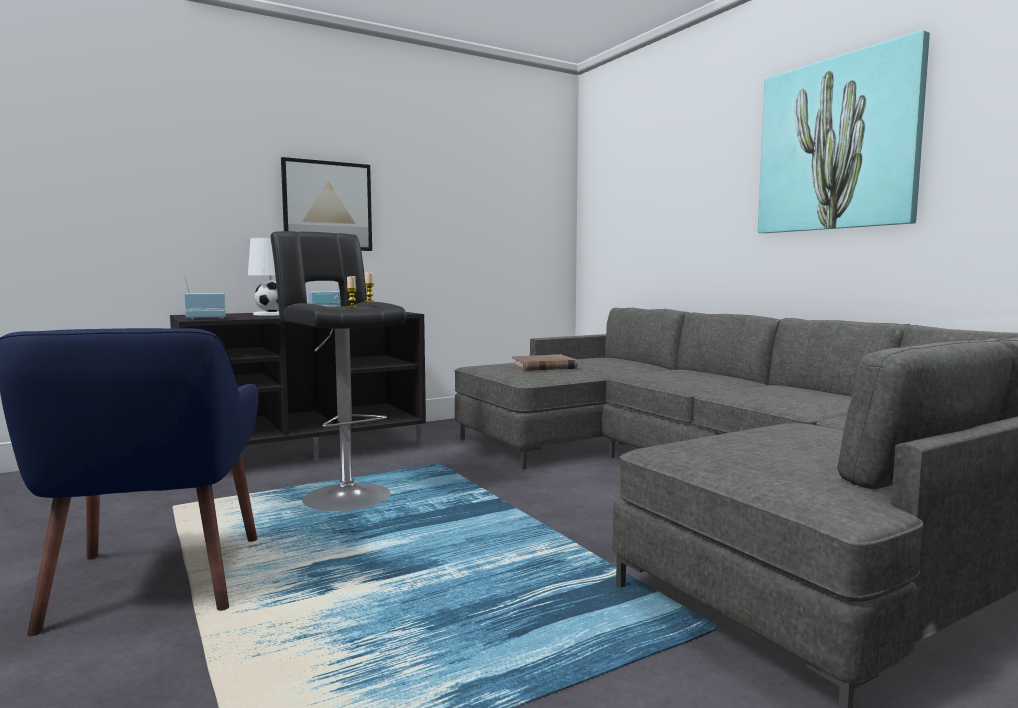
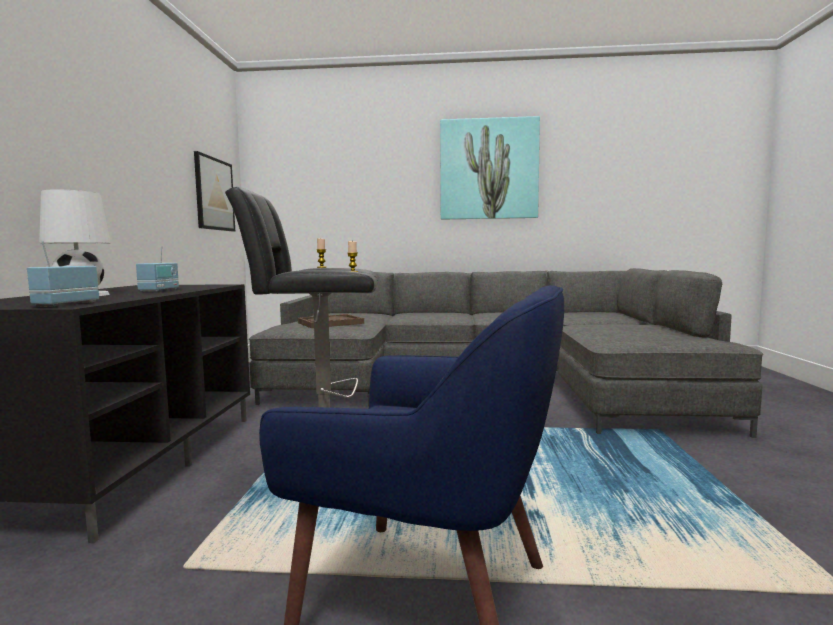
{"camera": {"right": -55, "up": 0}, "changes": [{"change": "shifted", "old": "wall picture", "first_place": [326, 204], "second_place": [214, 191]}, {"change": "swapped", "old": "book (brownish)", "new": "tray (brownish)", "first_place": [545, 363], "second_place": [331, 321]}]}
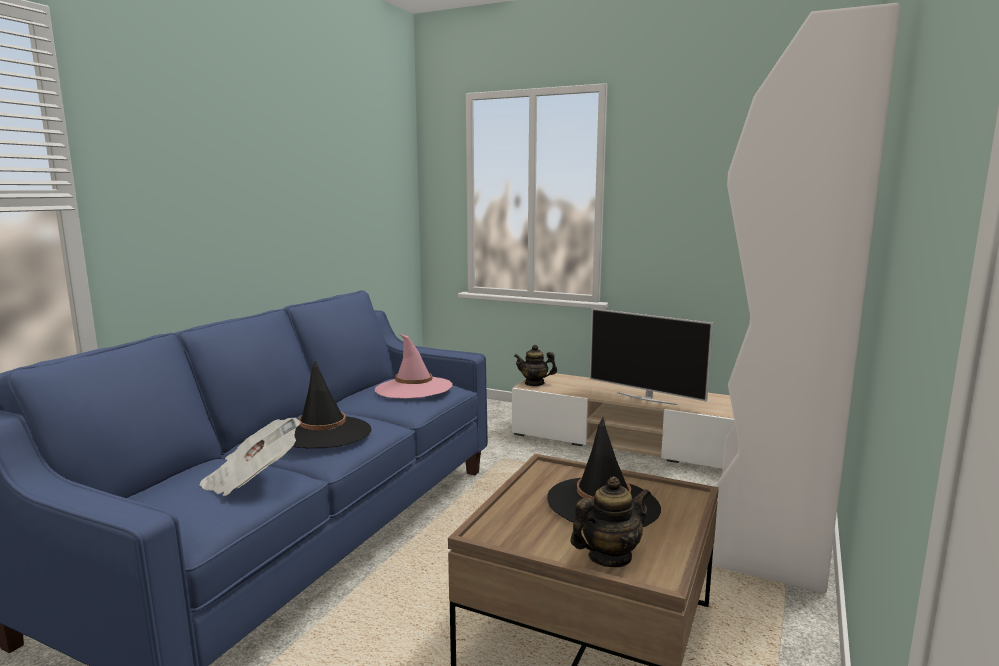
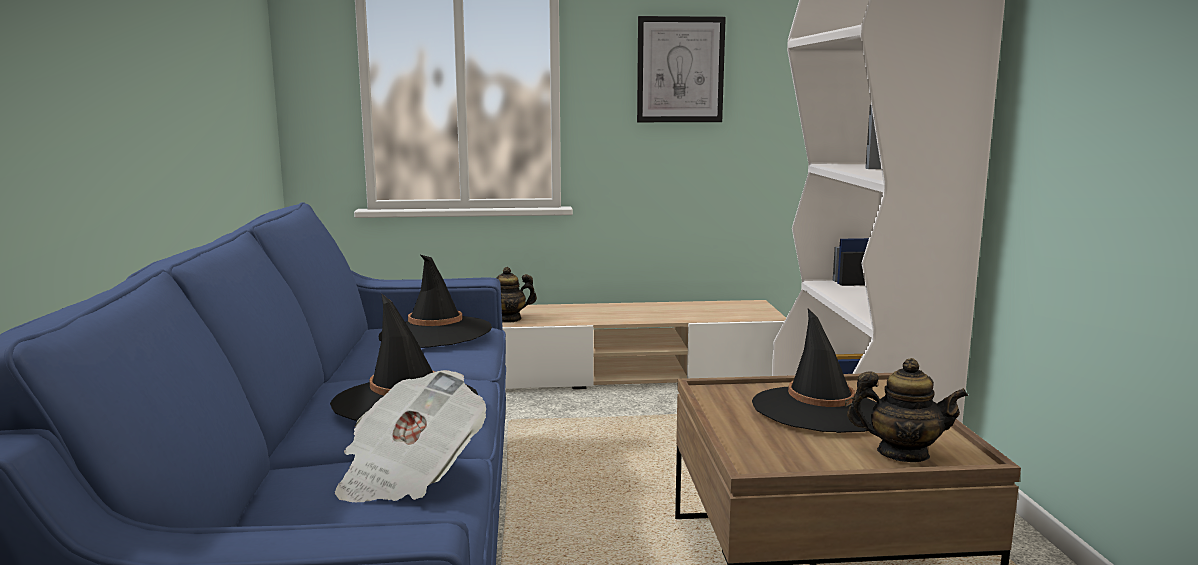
{"camera": {"right": -30, "up": 0}, "changes": [{"change": "gone", "old": "TV set", "first_place": [651, 356]}, {"change": "new", "new": "wall picture", "second_place": [681, 69]}, {"change": "repainted", "old": "clothing hat (pink)", "new": "clothing hat (black-coloured)", "first_place": [414, 366], "second_place": [435, 301]}, {"change": "rotated", "old": "tea pot", "first_place": [611, 521], "second_place": [907, 410], "degrees": 75}]}
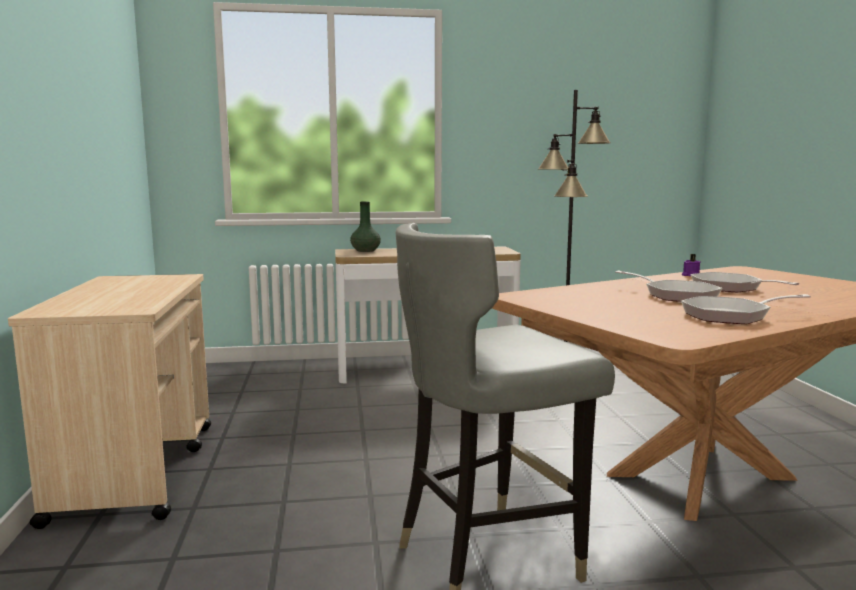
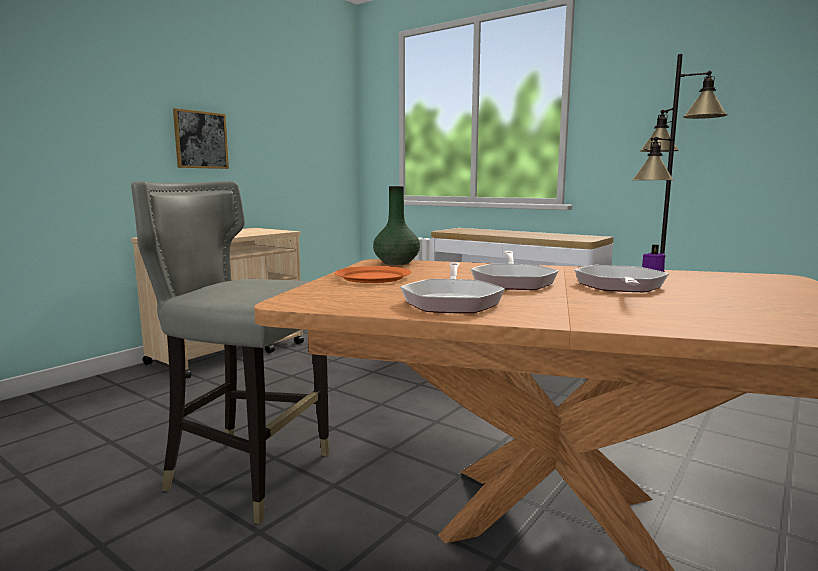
{"camera": {"right": 45, "up": 0}, "changes": [{"change": "new", "new": "wall picture", "second_place": [201, 138]}, {"change": "new", "new": "dinner plate (orange)", "second_place": [373, 274]}, {"change": "shifted", "old": "flower vase (green-coloured)", "first_place": [365, 226], "second_place": [396, 225]}, {"change": "rotated", "old": "pan", "first_place": [746, 309], "second_place": [452, 287], "degrees": -120}]}
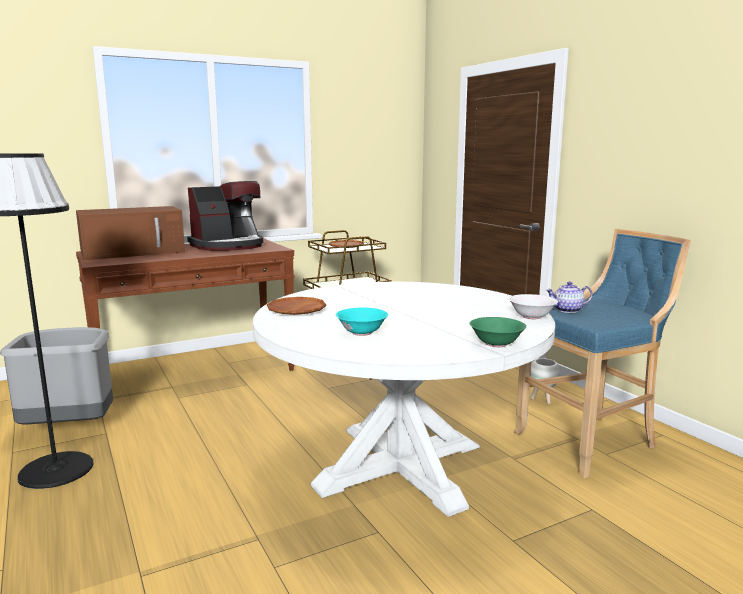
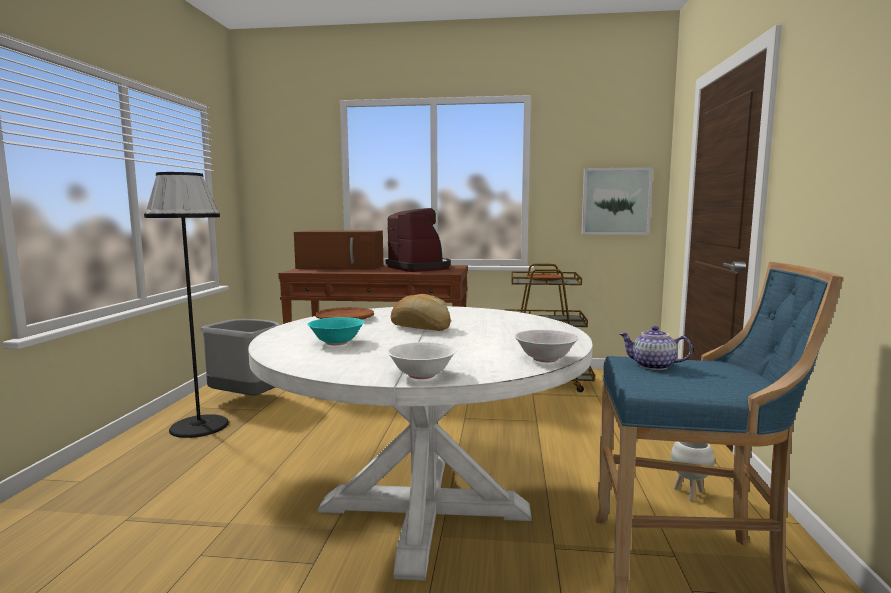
{"camera": {"right": 35, "up": -5}, "changes": [{"change": "new", "new": "bread", "second_place": [421, 312]}, {"change": "new", "new": "wall picture", "second_place": [617, 201]}, {"change": "repainted", "old": "bowl (green-coloured)", "new": "bowl (white-coloured)", "first_place": [497, 332], "second_place": [422, 360]}, {"change": "rotated", "old": "coffee maker", "first_place": [225, 216], "second_place": [418, 240], "degrees": -120}]}
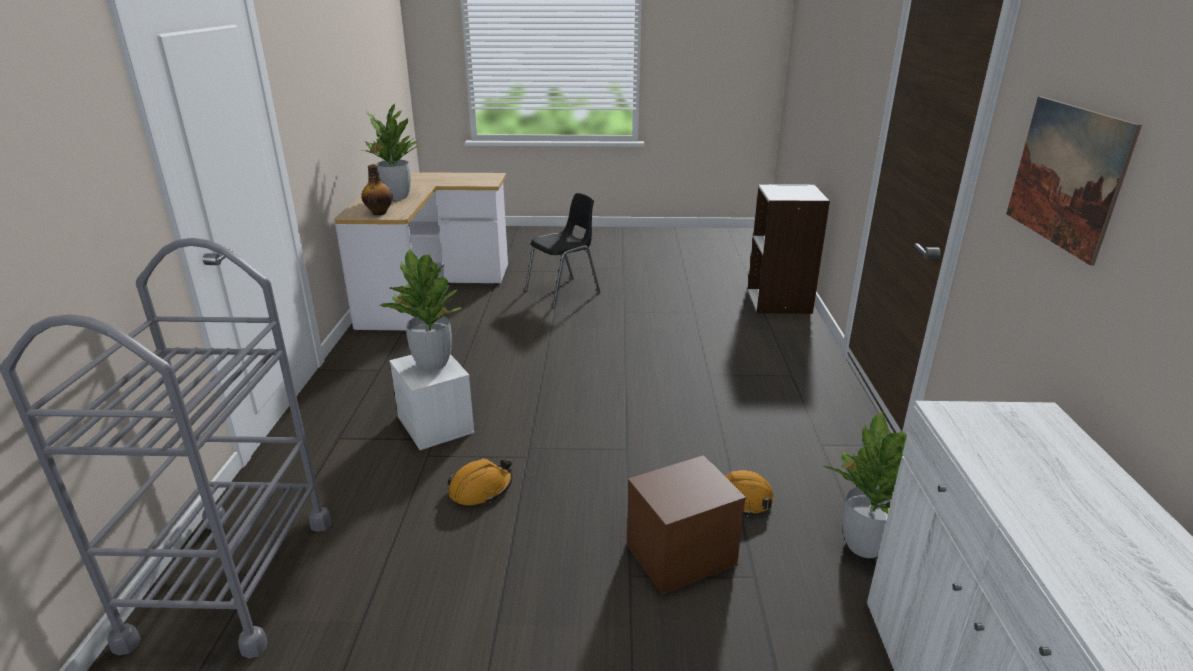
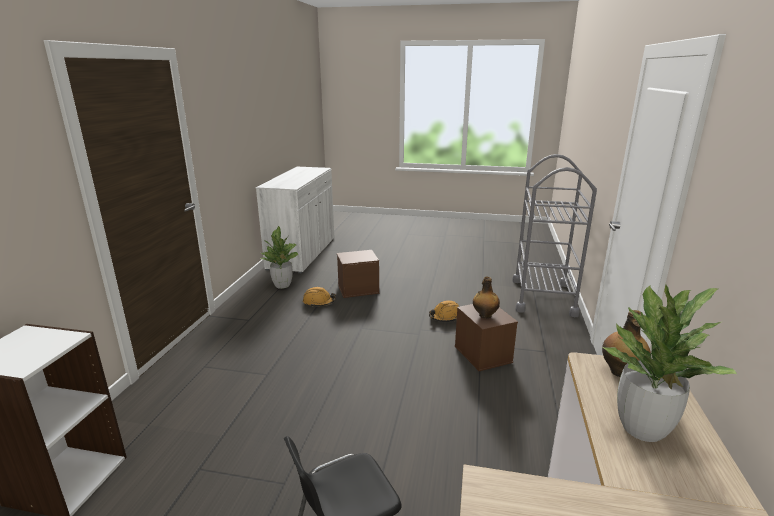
{"camera": {"right": -170, "up": -5}, "changes": [{"change": "gone", "old": "wall picture", "first_place": [1074, 180]}, {"change": "swapped", "old": "plant in a pot", "new": "beverage bottle", "first_place": [420, 310], "second_place": [486, 297]}, {"change": "repainted", "old": "storage container (white-coloured)", "new": "storage container (brownish)", "first_place": [432, 402], "second_place": [486, 337]}]}
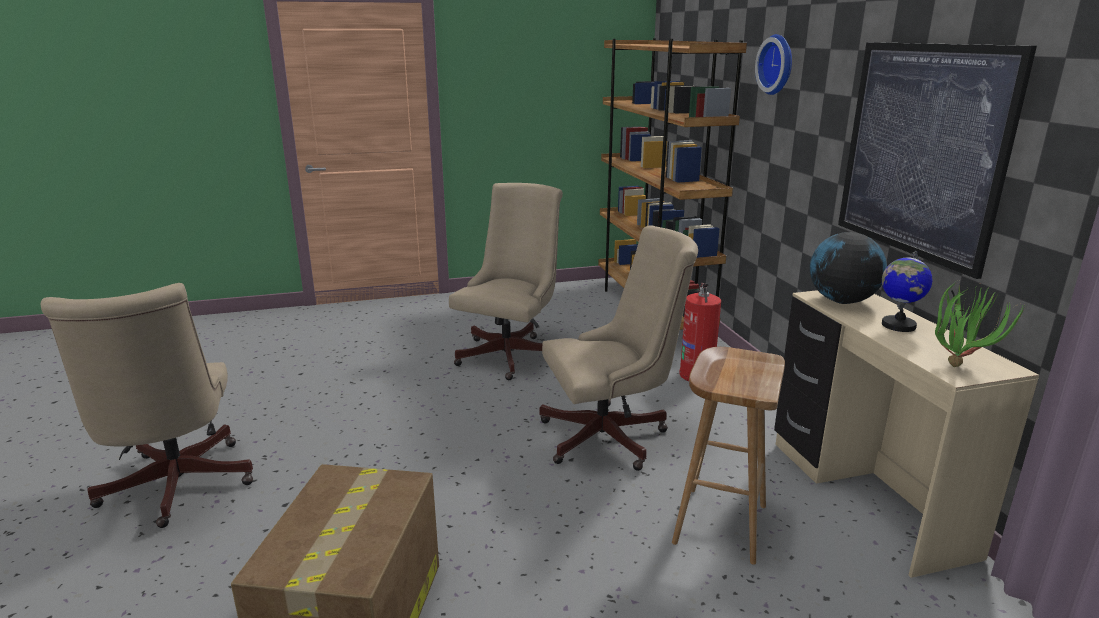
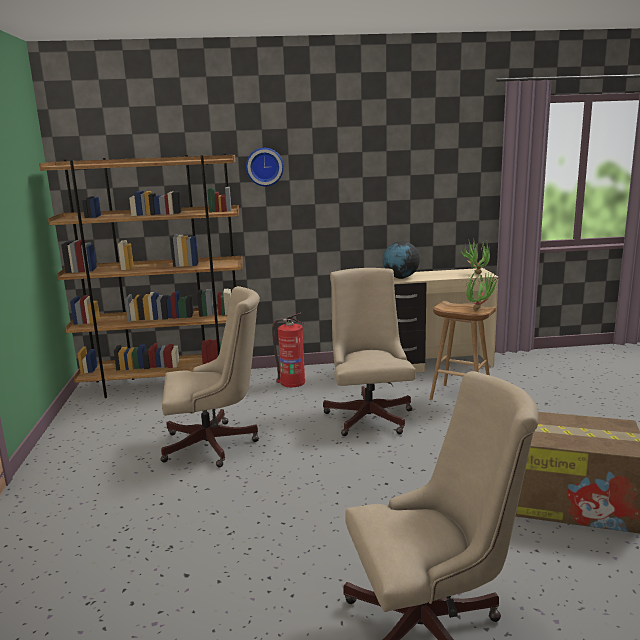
{"camera": {"right": -80, "up": -5}, "changes": [{"change": "gone", "old": "wall picture", "first_place": [937, 160]}, {"change": "gone", "old": "globe", "first_place": [907, 291]}, {"change": "new", "new": "plant in a pot", "second_place": [482, 290]}, {"change": "rotated", "old": "office chair (sand-coloured)", "first_place": [506, 281], "second_place": [210, 376], "degrees": 135}]}
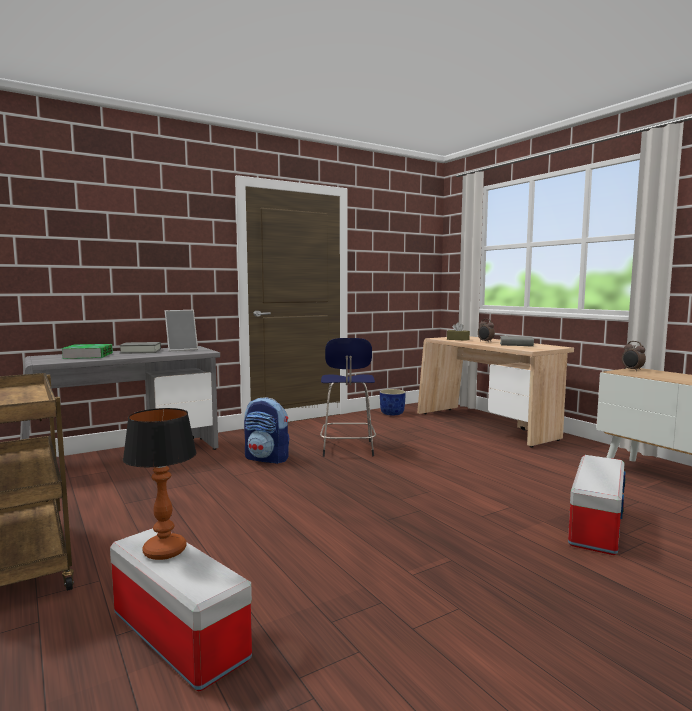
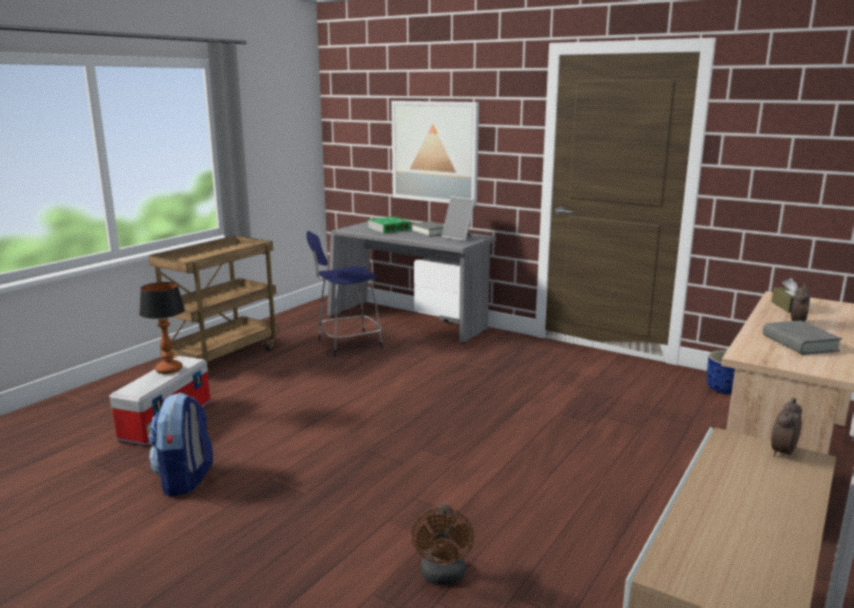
{"camera": {"right": 65, "up": 10}, "changes": [{"change": "new", "new": "wall picture", "second_place": [435, 153]}, {"change": "shifted", "old": "rucksack", "first_place": [267, 430], "second_place": [181, 445]}, {"change": "shifted", "old": "sitting stool (blue-coloured)", "first_place": [348, 397], "second_place": [345, 294]}, {"change": "swapped", "old": "storage container", "new": "electric fan (brownish)", "first_place": [597, 505], "second_place": [443, 545]}]}
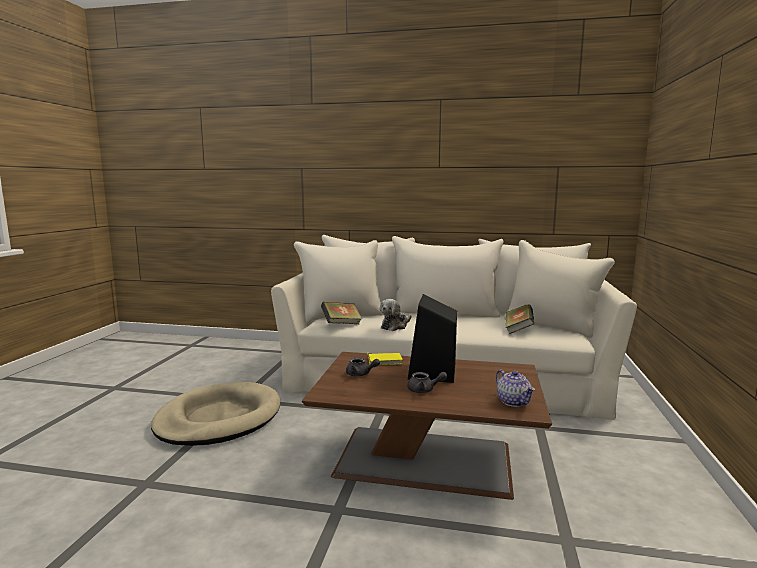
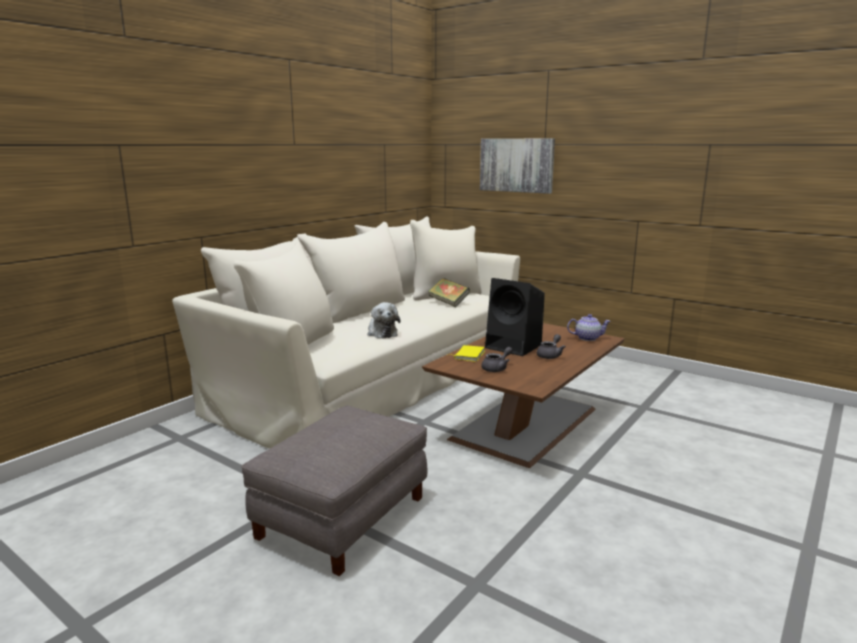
{"camera": {"right": -65, "up": 5}, "changes": [{"change": "gone", "old": "book", "first_place": [341, 313]}, {"change": "new", "new": "wall picture", "second_place": [517, 166]}, {"change": "swapped", "old": "dog bed (sand-coloured)", "new": "ottoman (gray)", "first_place": [215, 414], "second_place": [334, 490]}]}
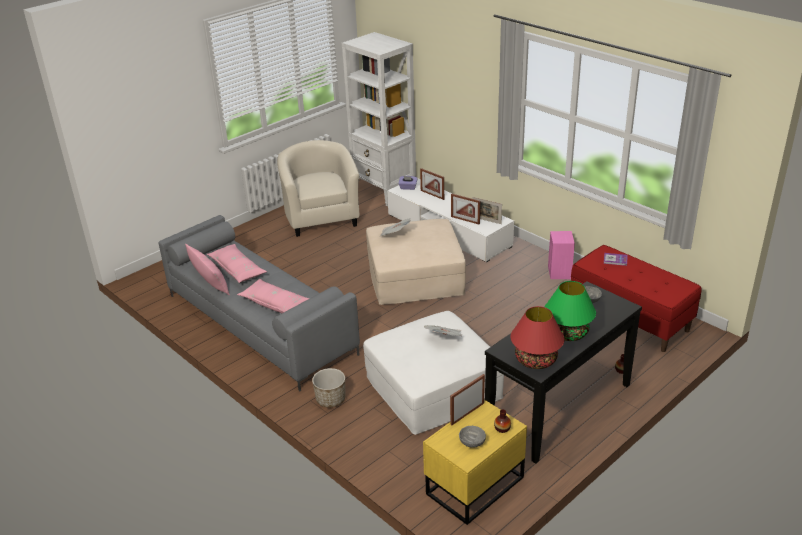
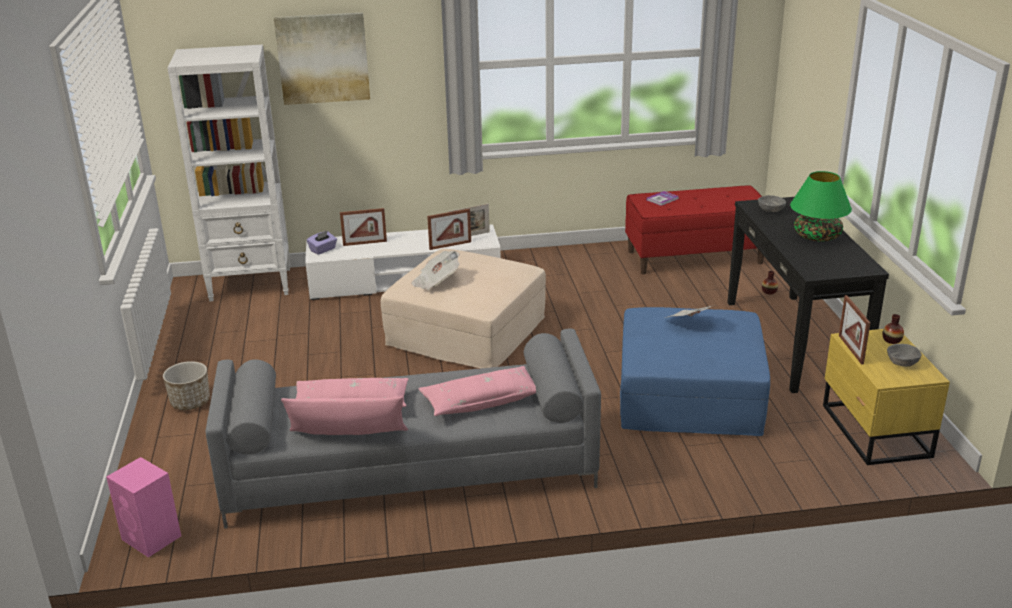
{"camera": {"right": -55, "up": -5}, "changes": [{"change": "gone", "old": "armchair (sand-coloured)", "first_place": [318, 188]}, {"change": "gone", "old": "table lamp (red-coloured)", "first_place": [538, 337]}, {"change": "new", "new": "wall picture", "second_place": [322, 58]}, {"change": "shifted", "old": "planter", "first_place": [328, 387], "second_place": [186, 385]}, {"change": "shifted", "old": "loudspeaker (pink)", "first_place": [561, 255], "second_place": [143, 507]}, {"change": "repainted", "old": "ottoman (white-coloured)", "new": "ottoman (blue-coloured)", "first_place": [433, 373], "second_place": [695, 371]}]}
